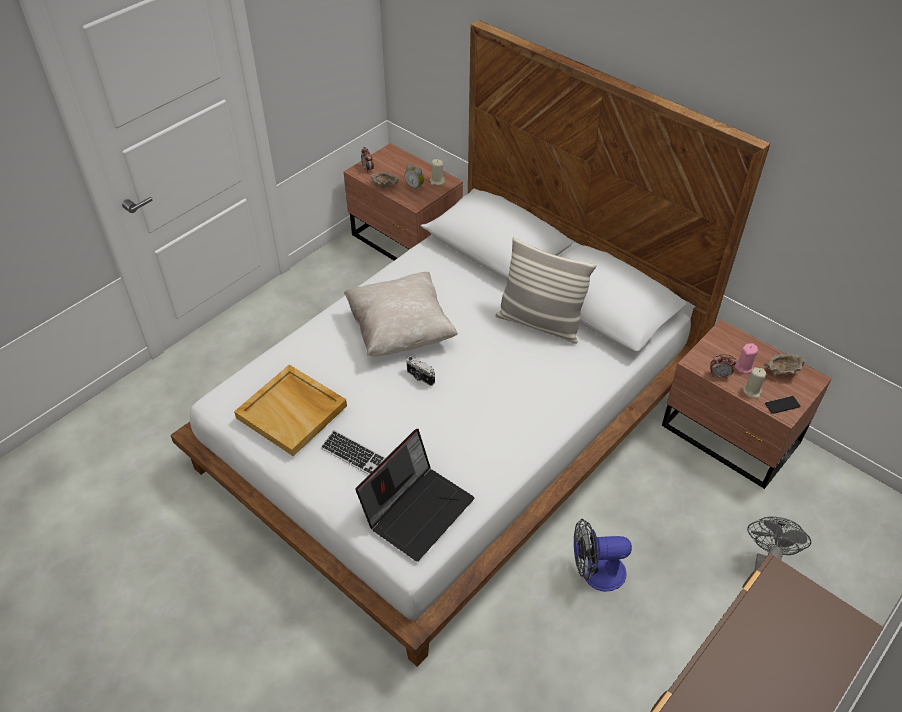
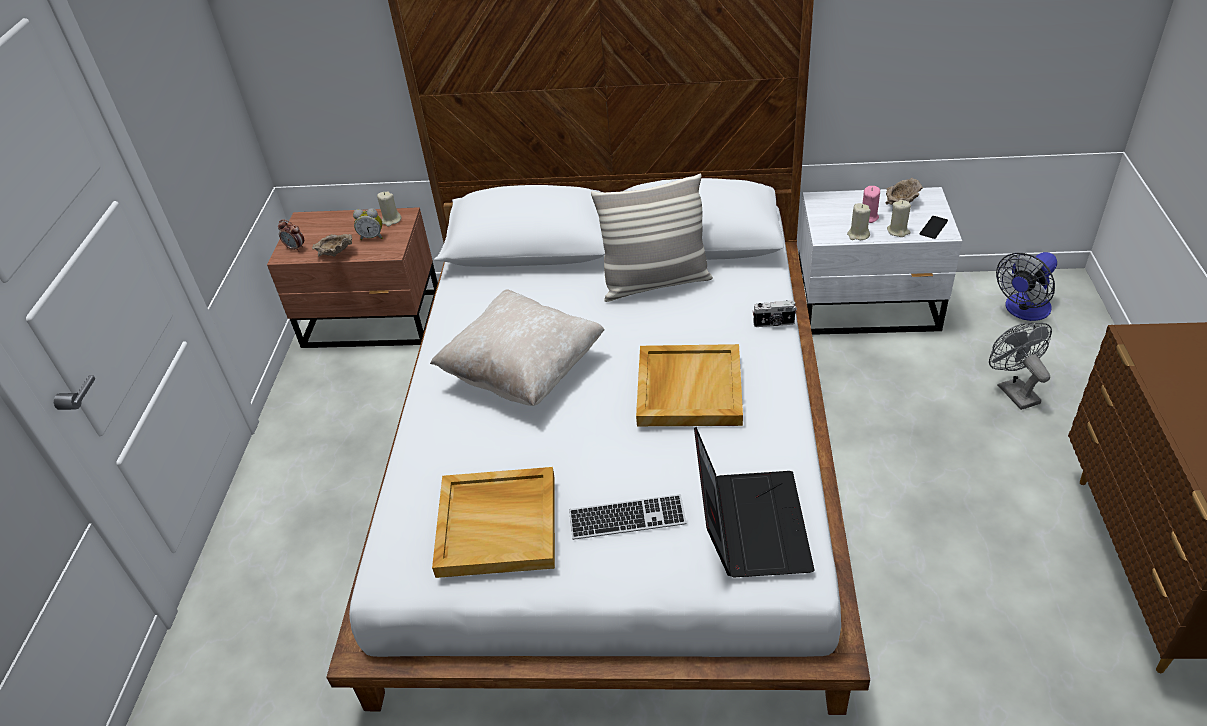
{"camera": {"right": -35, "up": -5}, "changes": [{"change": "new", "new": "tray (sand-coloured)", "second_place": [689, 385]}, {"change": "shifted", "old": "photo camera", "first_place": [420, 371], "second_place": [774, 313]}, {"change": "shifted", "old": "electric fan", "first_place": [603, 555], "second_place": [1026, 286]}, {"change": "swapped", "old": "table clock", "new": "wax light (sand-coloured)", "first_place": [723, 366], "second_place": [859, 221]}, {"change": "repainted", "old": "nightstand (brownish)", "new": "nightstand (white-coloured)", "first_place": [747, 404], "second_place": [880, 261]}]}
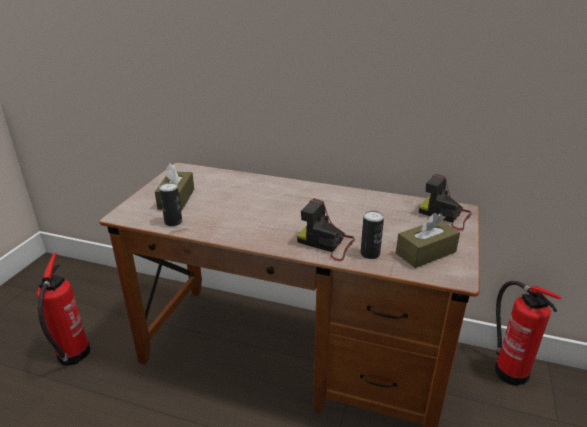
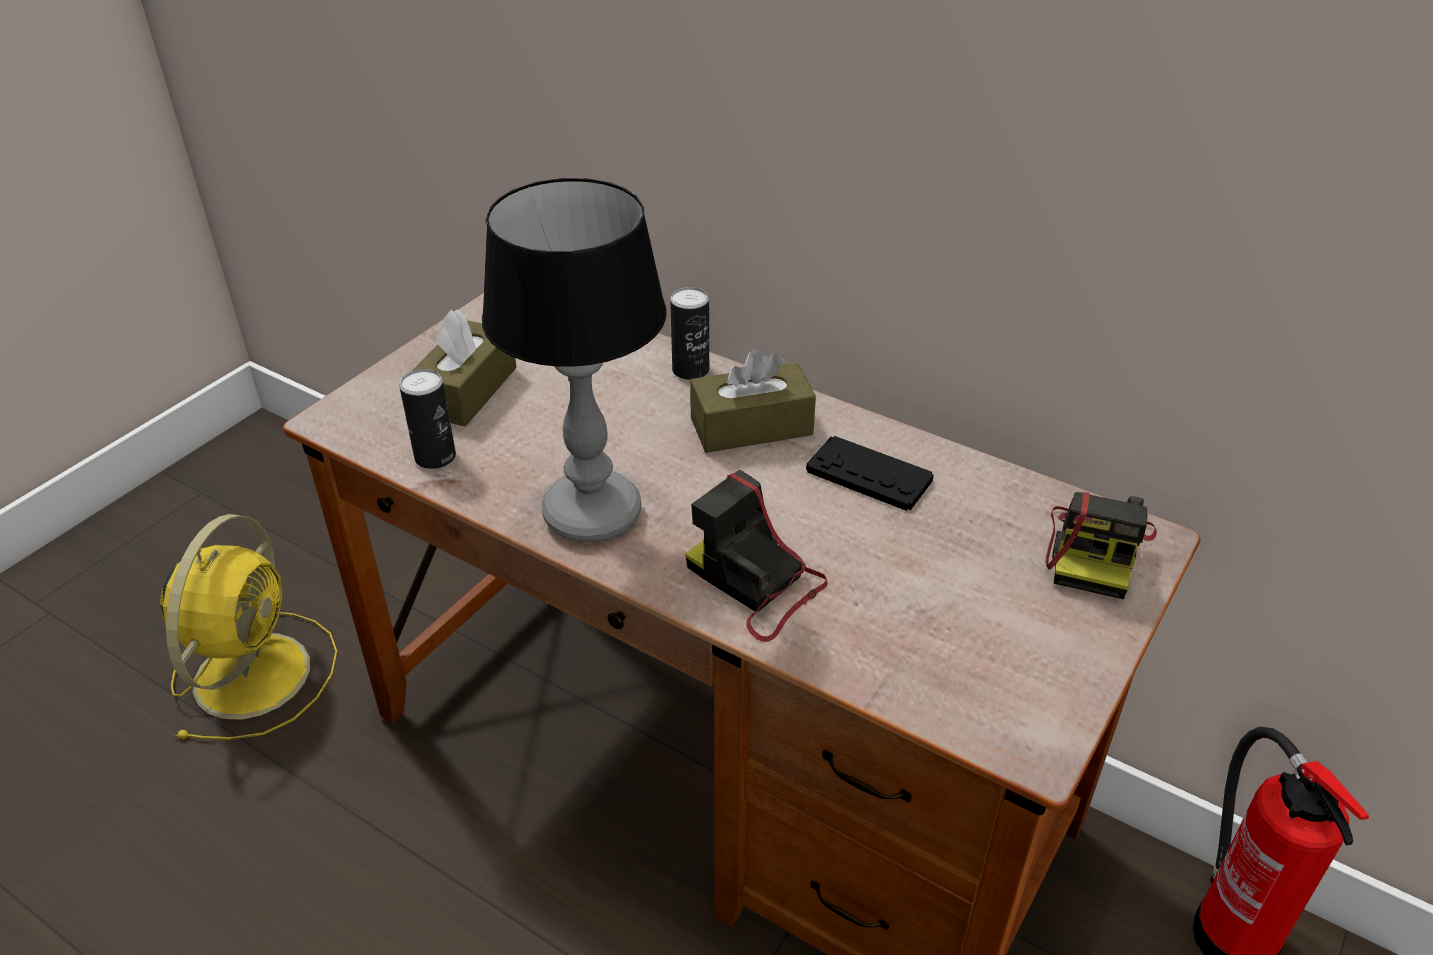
{"camera": {"right": 15, "up": 10}, "changes": [{"change": "new", "new": "table lamp", "second_place": [574, 360]}, {"change": "new", "new": "game controller (black-coloured)", "second_place": [870, 473]}, {"change": "shifted", "old": "metal can", "first_place": [372, 235], "second_place": [689, 333]}, {"change": "shifted", "old": "tissue box (brownish)", "first_place": [428, 240], "second_place": [753, 401]}, {"change": "swapped", "old": "fire extinguisher", "new": "electric fan (yellow-coloured)", "first_place": [63, 309], "second_place": [248, 627]}, {"change": "rotated", "old": "photo camera", "first_place": [445, 202], "second_place": [1101, 545], "degrees": -120}]}
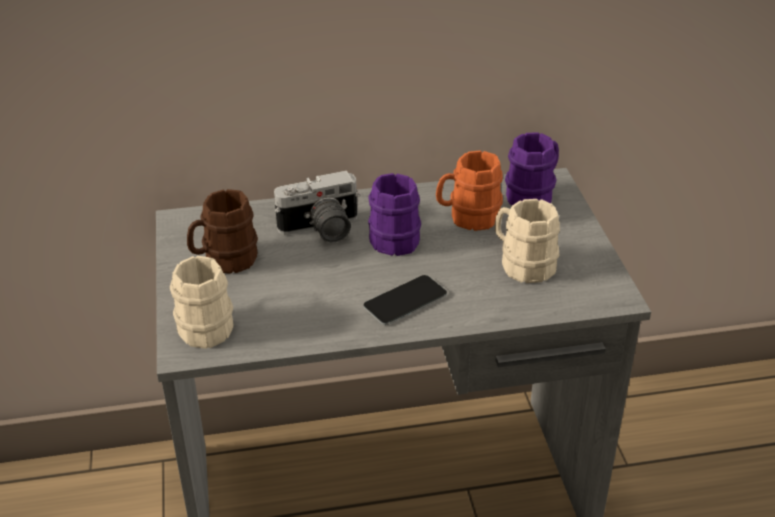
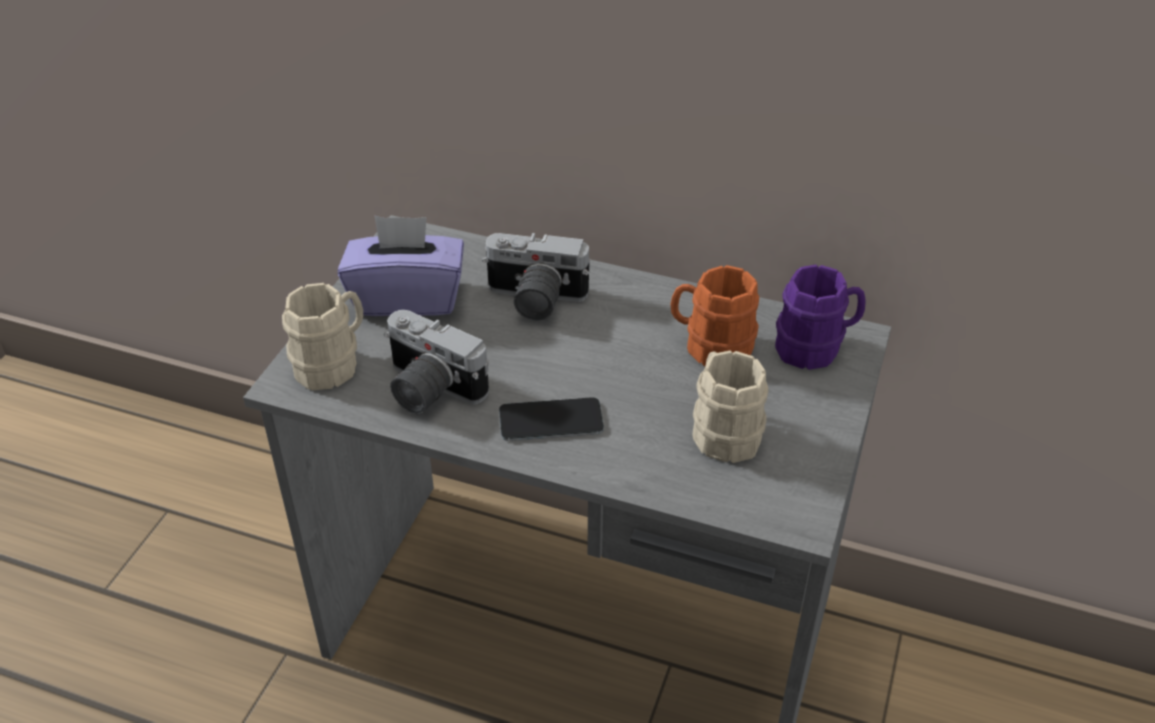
{"camera": {"right": 30, "up": 5}, "changes": [{"change": "gone", "old": "coffee mug (purplish)", "first_place": [394, 214]}, {"change": "new", "new": "photo camera", "second_place": [436, 362]}, {"change": "swapped", "old": "coffee mug (brownish)", "new": "tissue box (purplish)", "first_place": [222, 231], "second_place": [401, 266]}]}
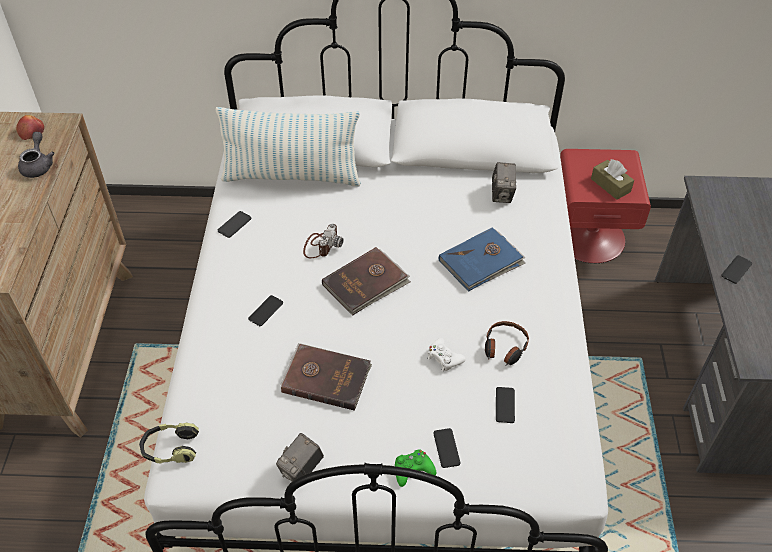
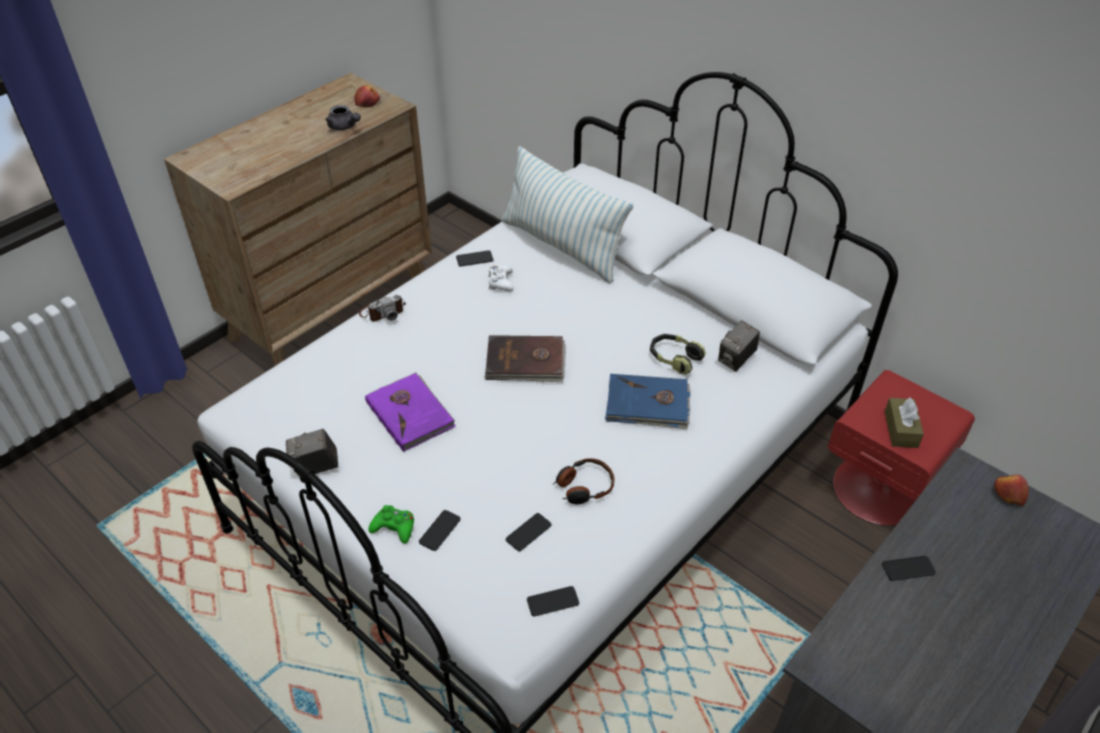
{"camera": {"right": 40, "up": -5}, "changes": [{"change": "new", "new": "whole apple", "second_place": [1011, 490]}, {"change": "shifted", "old": "headset", "first_place": [169, 443], "second_place": [678, 354]}, {"change": "shifted", "old": "handset", "first_place": [265, 310], "second_place": [553, 601]}, {"change": "shifted", "old": "photo camera", "first_place": [323, 241], "second_place": [382, 307]}, {"change": "shifted", "old": "game controller (white-coloured)", "first_place": [446, 354], "second_place": [501, 278]}, {"change": "repainted", "old": "book (brownish)", "new": "book (purplish)", "first_place": [326, 377], "second_place": [410, 412]}, {"change": "rotated", "old": "tea pot (gray)", "first_place": [36, 155], "second_place": [343, 117], "degrees": 90}]}
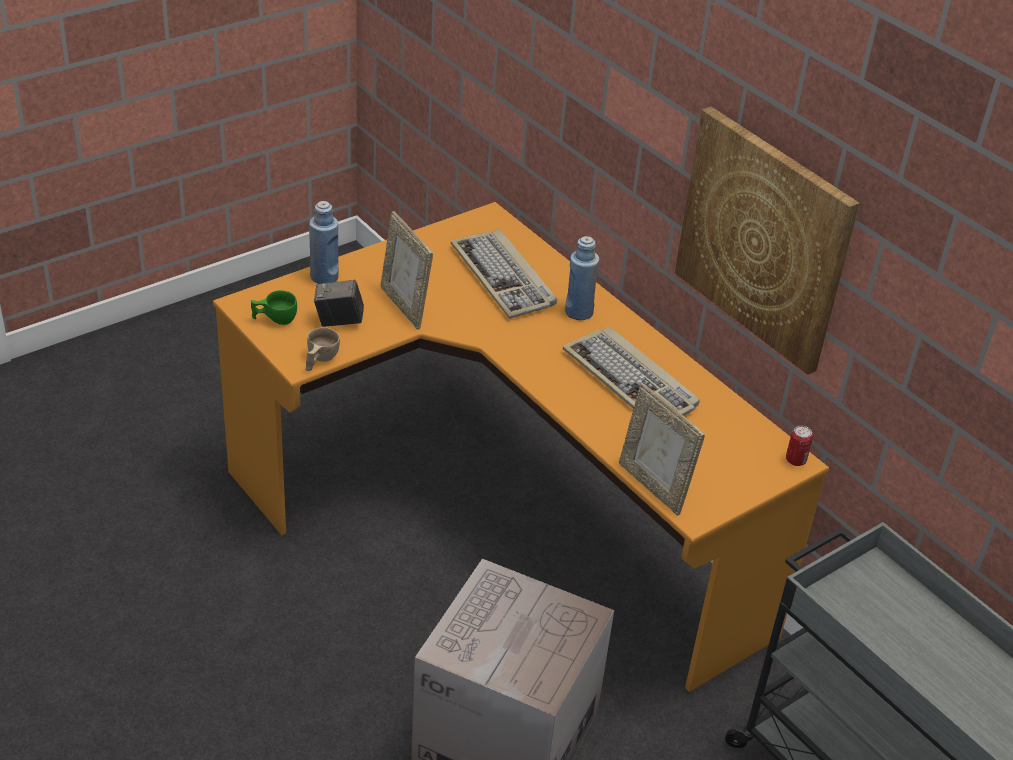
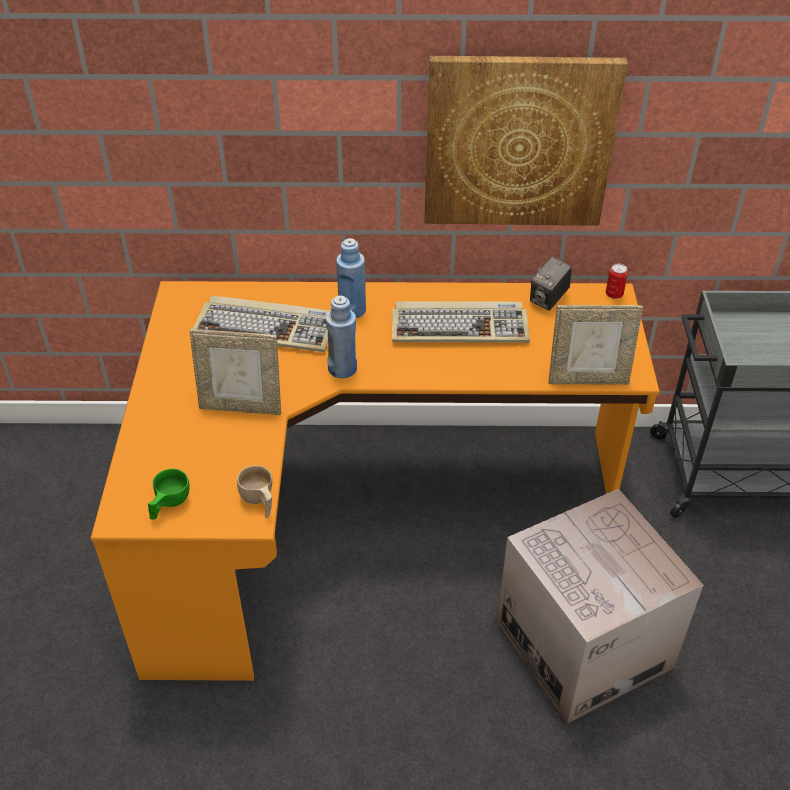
{"camera": {"right": -50, "up": 5}, "changes": [{"change": "shifted", "old": "beverage bottle (blue-coloured)", "first_place": [324, 242], "second_place": [341, 337]}, {"change": "shifted", "old": "photo camera", "first_place": [339, 303], "second_place": [551, 283]}]}
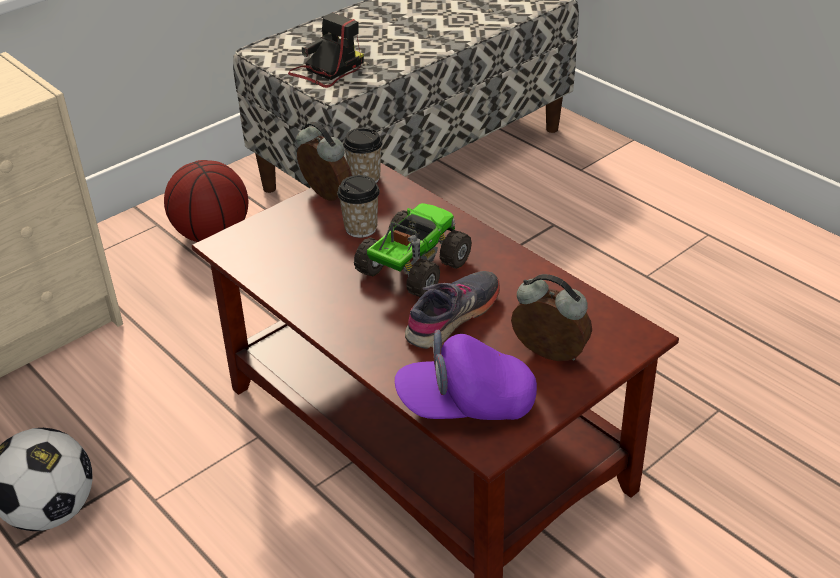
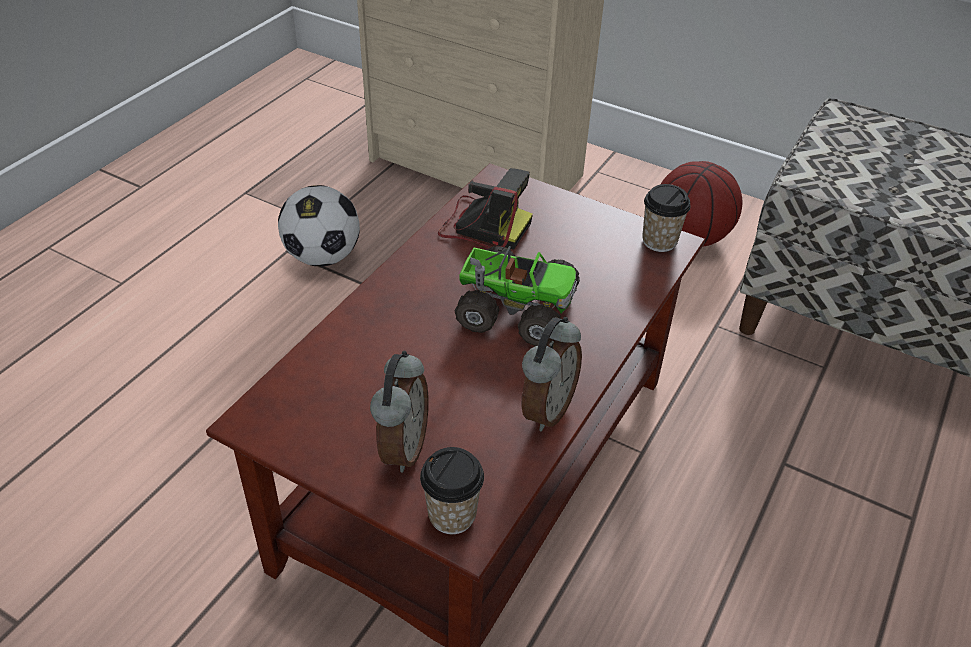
{"camera": {"right": 70, "up": 5}, "changes": [{"change": "gone", "old": "peaked cap (purplish)", "first_place": [466, 375]}, {"change": "gone", "old": "shoe (gray)", "first_place": [452, 310]}, {"change": "shifted", "old": "photo camera", "first_place": [326, 50], "second_place": [485, 209]}, {"change": "shifted", "old": "table clock", "first_place": [324, 161], "second_place": [551, 374]}, {"change": "shifted", "old": "cup", "first_place": [358, 206], "second_place": [452, 490]}]}
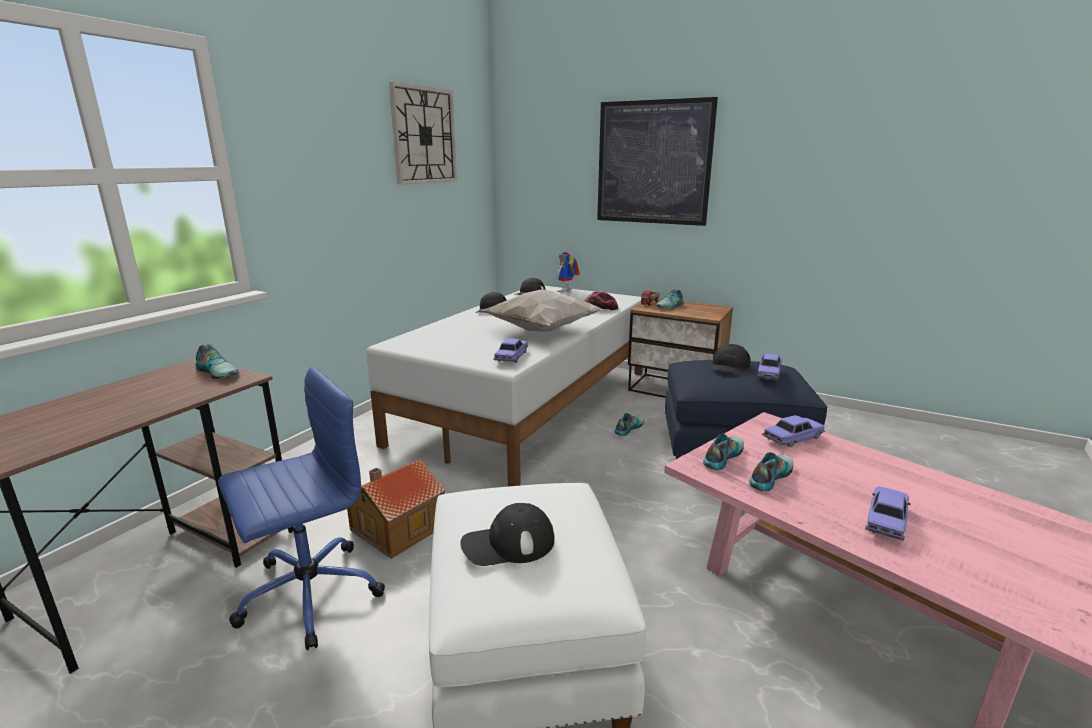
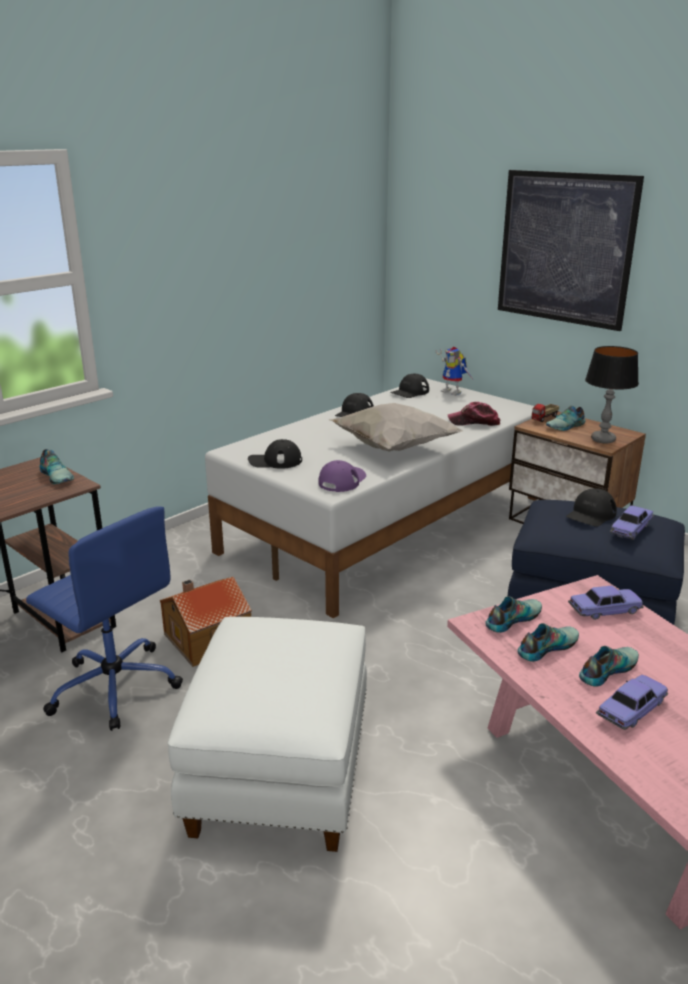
{"camera": {"right": 15, "up": 5}, "changes": [{"change": "gone", "old": "clock on the wall", "first_place": [423, 133]}, {"change": "new", "new": "table lamp", "second_place": [612, 395]}, {"change": "shifted", "old": "peaked cap (black-coloured)", "first_place": [507, 534], "second_place": [275, 454]}, {"change": "shifted", "old": "shoe", "first_place": [629, 424], "second_place": [609, 666]}, {"change": "swapped", "old": "toy car", "new": "peaked cap (purplish)", "first_place": [510, 350], "second_place": [342, 476]}, {"change": "rotated", "old": "office chair (blue-coloured)", "first_place": [301, 508], "second_place": [104, 618], "degrees": 60}, {"change": "rotated", "old": "model robot", "first_place": [567, 272], "second_place": [454, 371], "degrees": -90}]}
